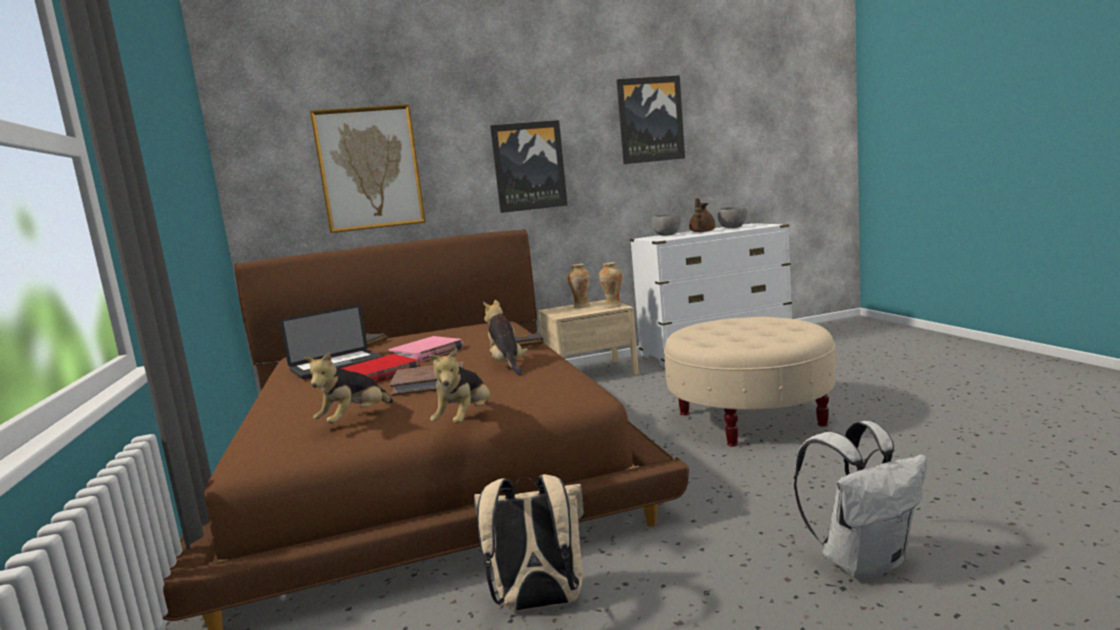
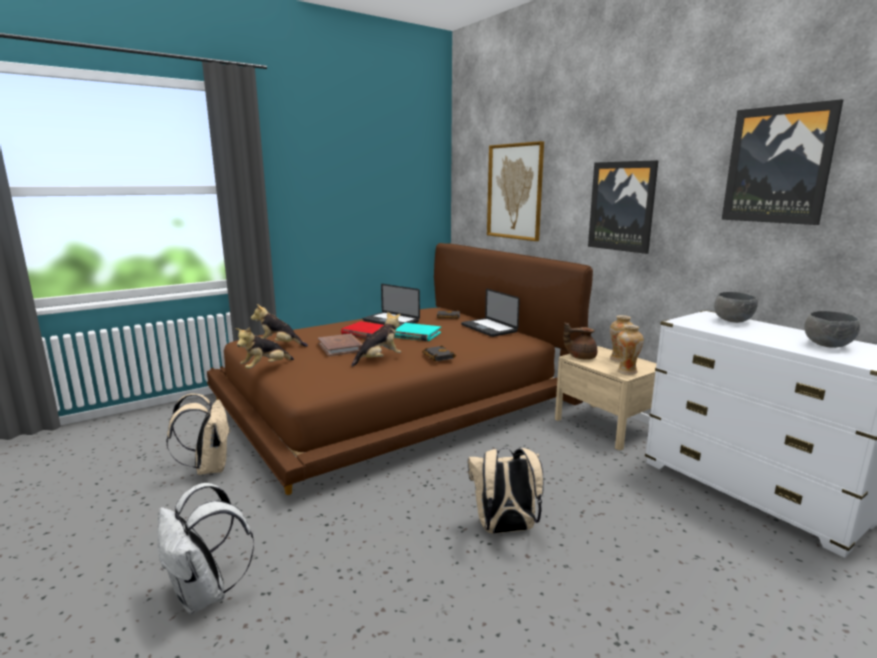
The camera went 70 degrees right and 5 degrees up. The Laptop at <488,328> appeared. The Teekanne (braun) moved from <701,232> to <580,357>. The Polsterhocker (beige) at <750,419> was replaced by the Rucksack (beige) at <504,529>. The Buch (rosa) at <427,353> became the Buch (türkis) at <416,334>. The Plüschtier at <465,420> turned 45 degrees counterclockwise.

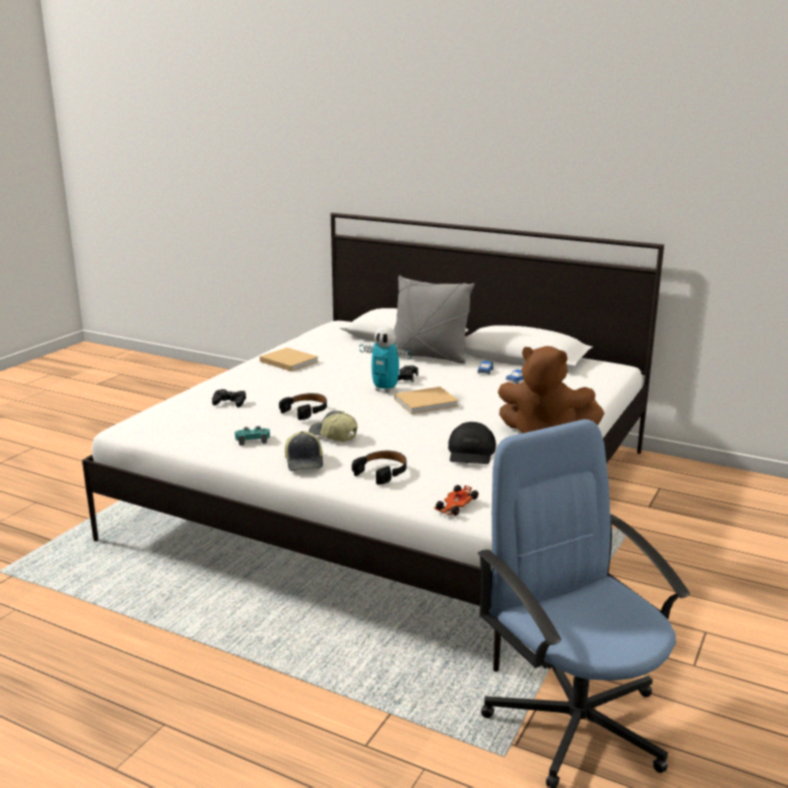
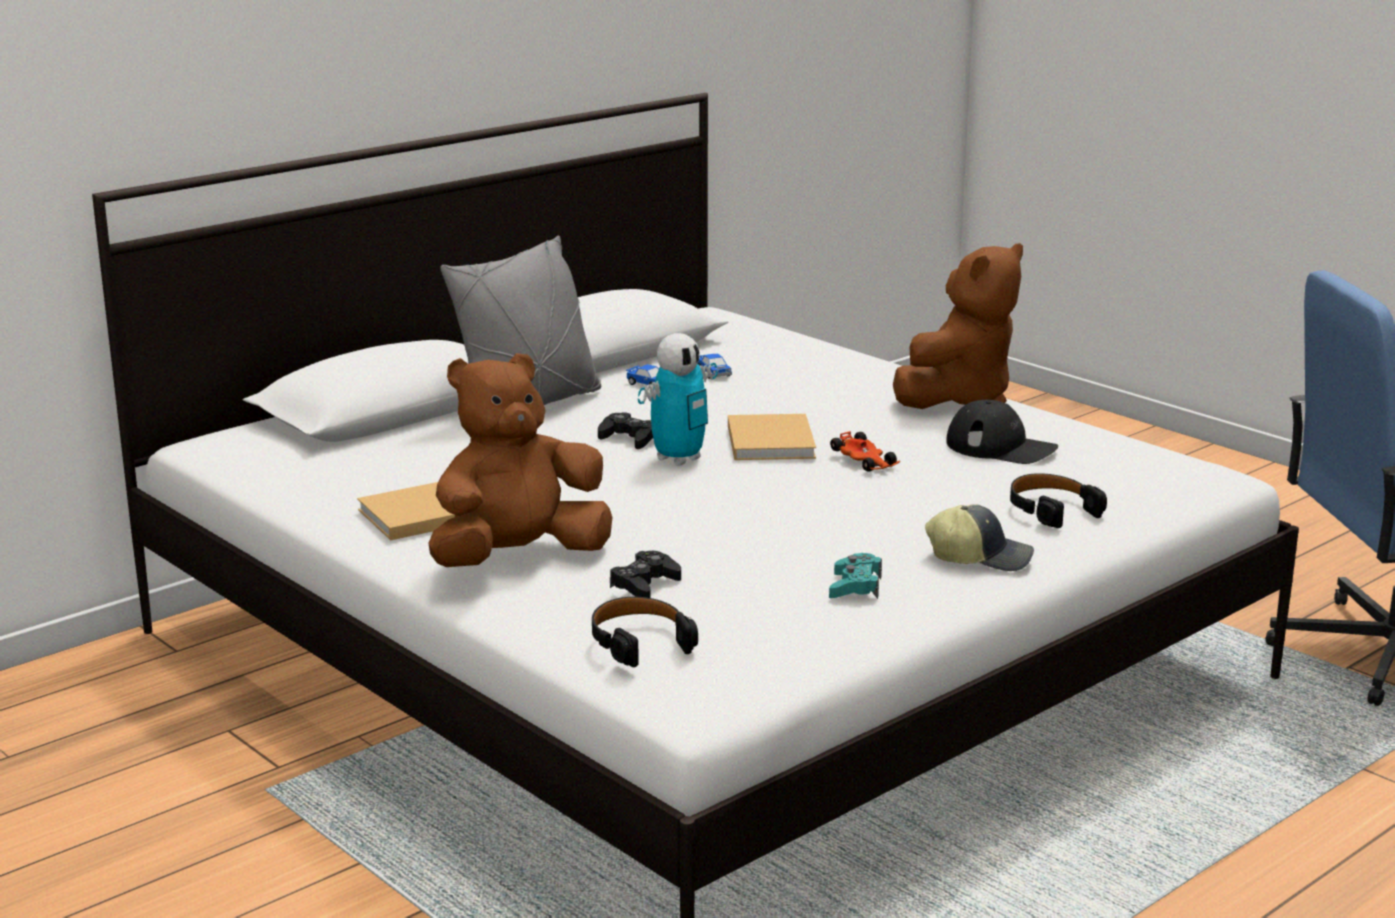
The camera went 70 degrees left and 0 degrees up. The Kappe at <333,436> disappeared. The Plüschtier (braun) at <518,558> appeared. The Kopfhörer (schwarz) moved from <305,411> to <639,641>. The Spielzeugauto moved from <455,506> to <865,461>.

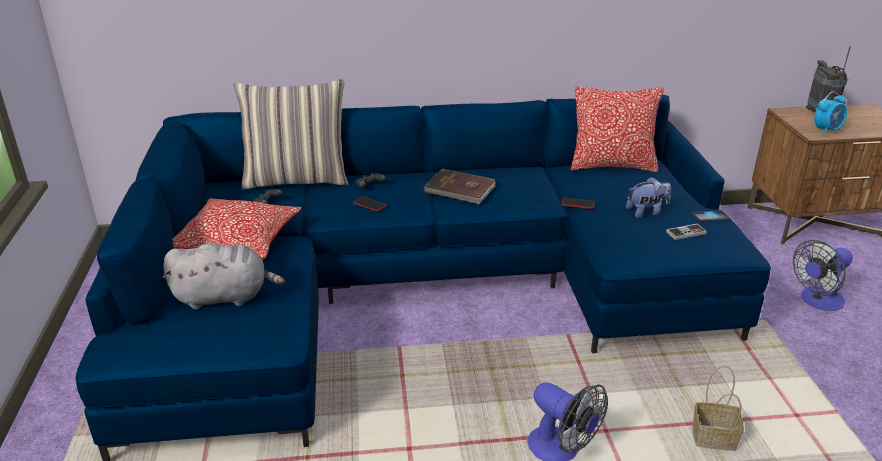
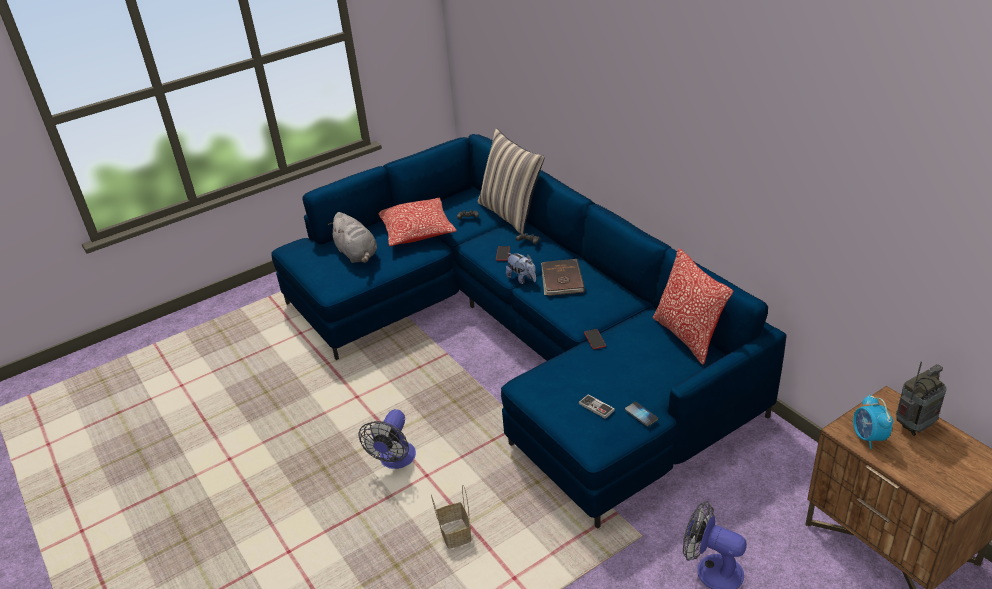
The camera went 65 degrees right and 5 degrees up. The Plüschtier moved from <646,212> to <522,279>. The Wecker at <827,130> turned 45 degrees clockwise.

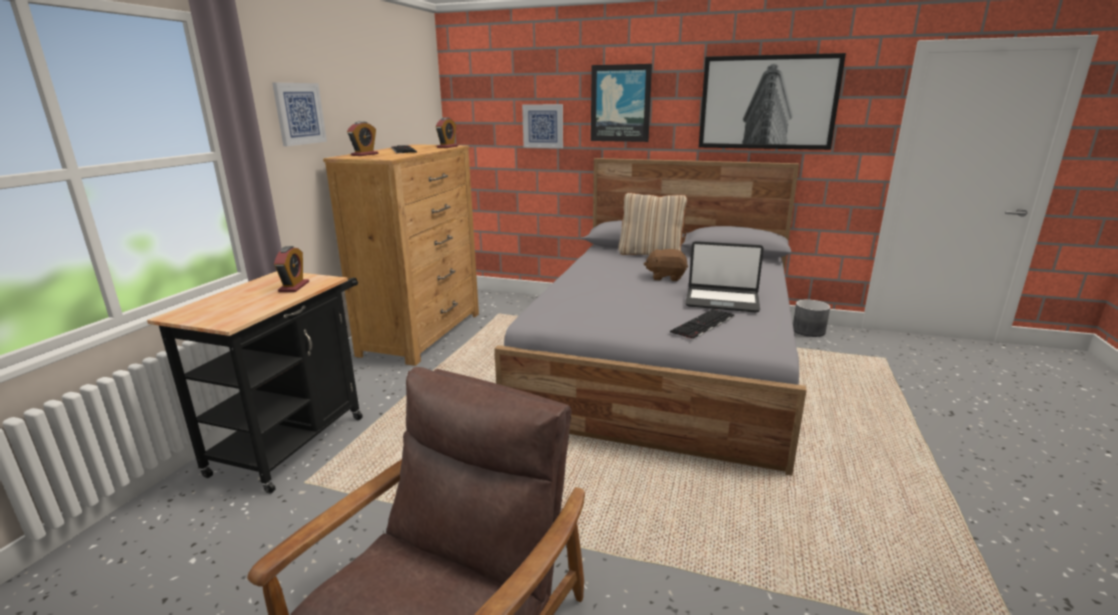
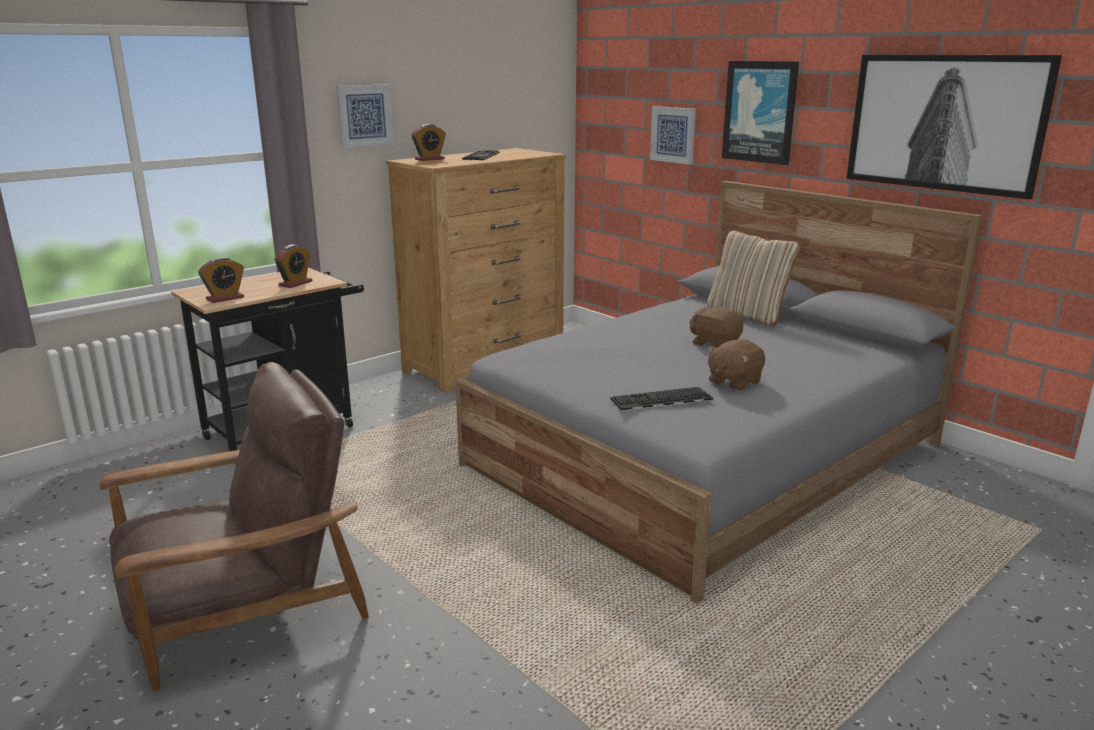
The camera went 30 degrees right and 0 degrees up. The Pflanzkübel (grau) at <808,331> disappeared. The Wecker moved from <447,147> to <225,298>. The Laptop at <722,301> was replaced by the Plüschtier (braun) at <733,382>.

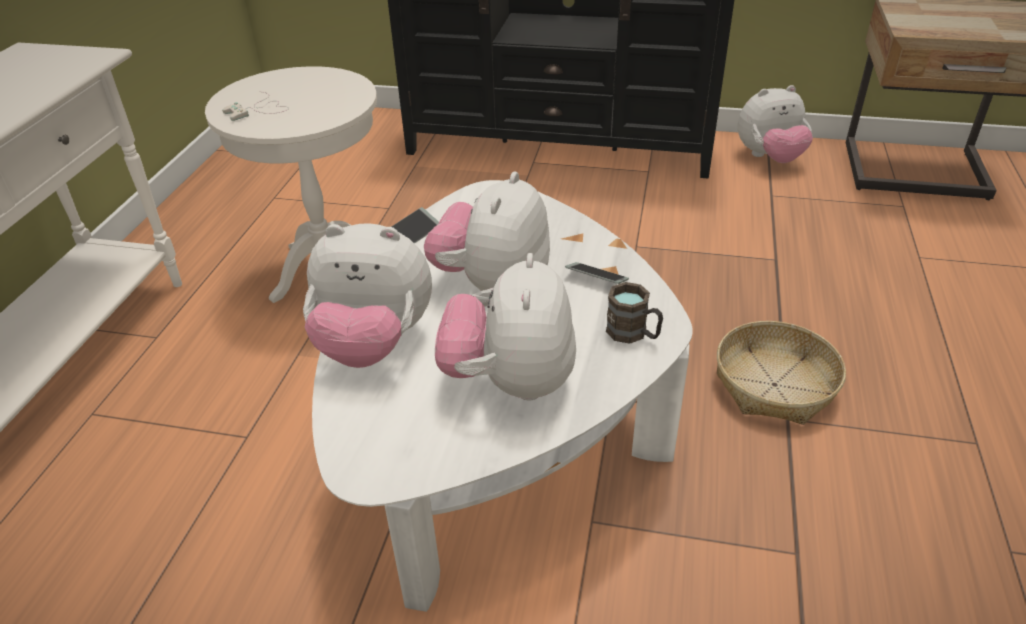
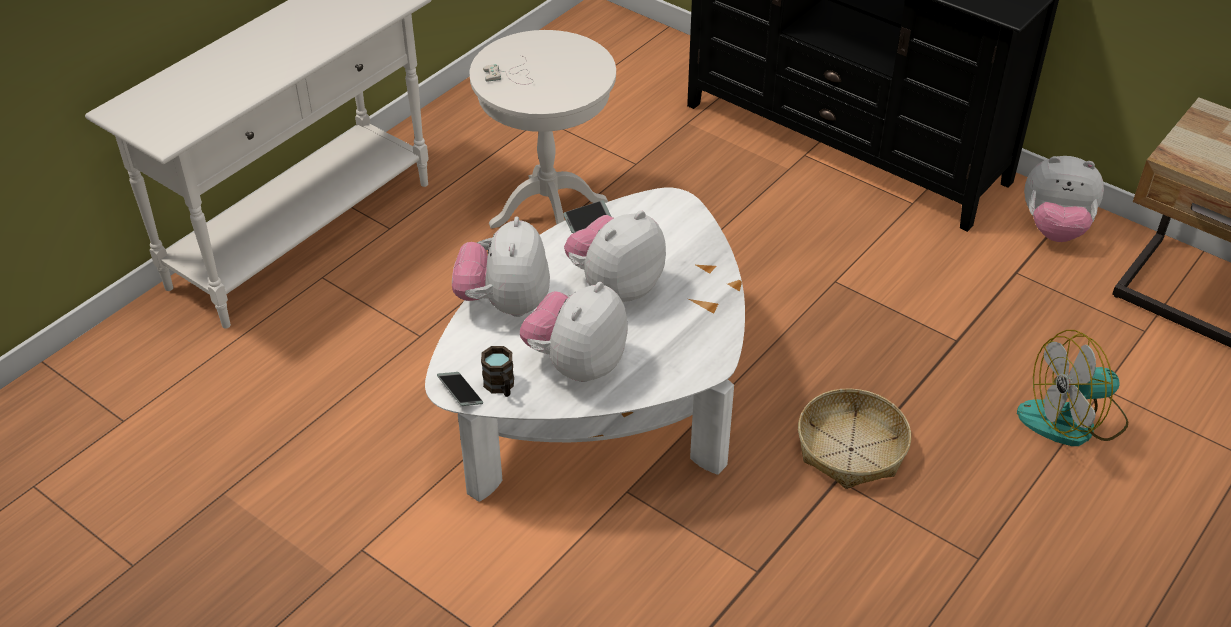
The camera went 25 degrees right and 5 degrees up. The Ventilator at <1073,420> appeared. The Handy moved from <596,278> to <460,393>. The Henkelbecher (braun) moved from <633,334> to <501,387>. The Plüschtier at <374,344> turned 60 degrees clockwise.

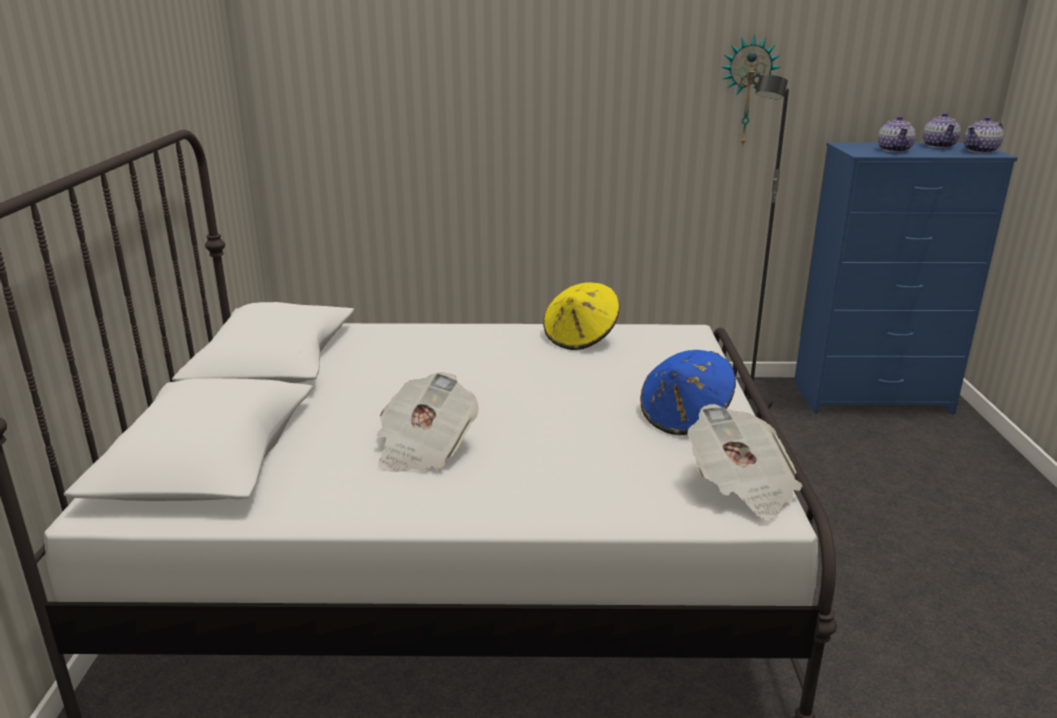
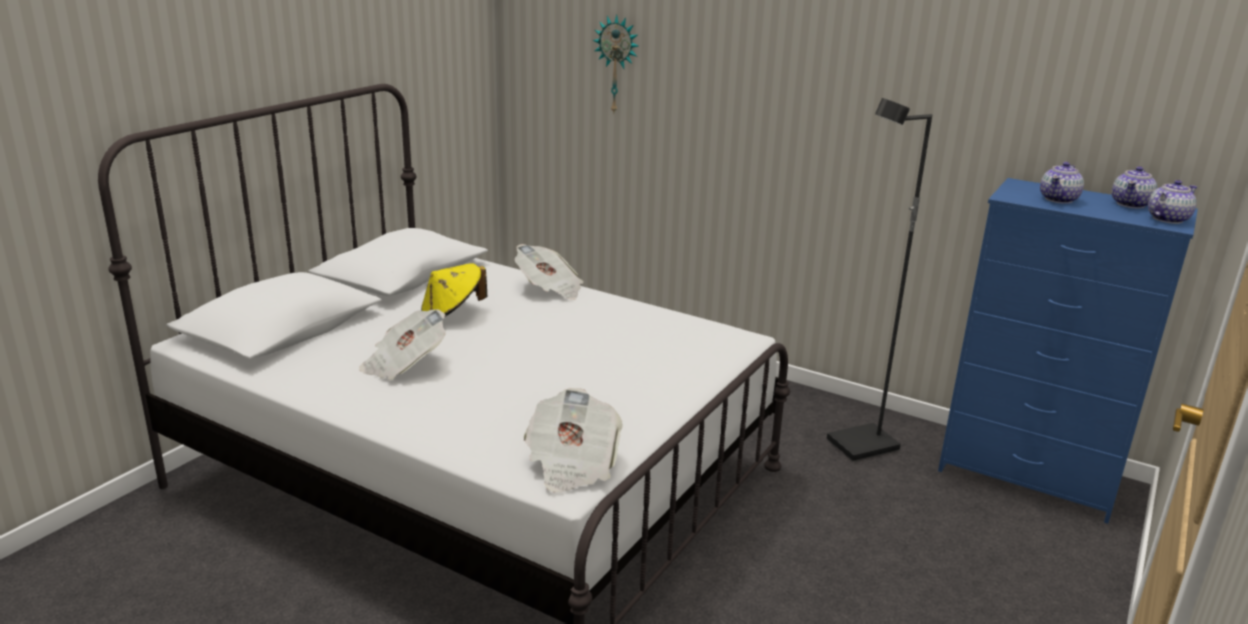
The camera went 30 degrees right and 0 degrees up. The Hut (blau) at <685,418> disappeared. The Zeitung at <550,289> appeared. The Hut (gelb) moved from <580,338> to <452,313>. The Wanduhr moved from <747,91> to <617,64>. The Teekanne at <981,151> turned 150 degrees clockwise.

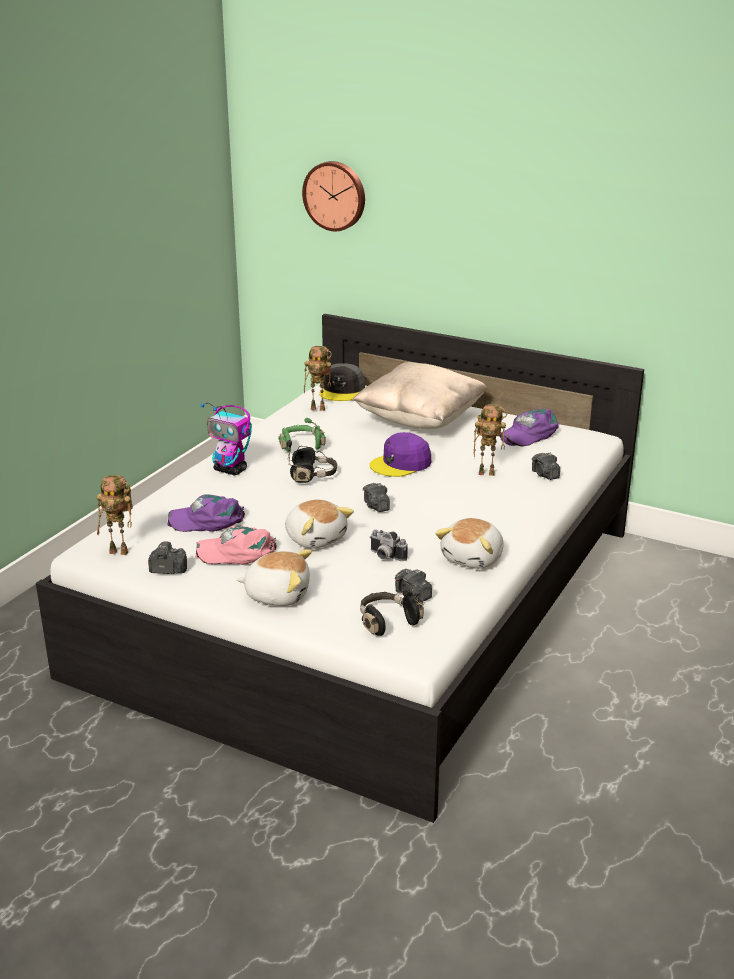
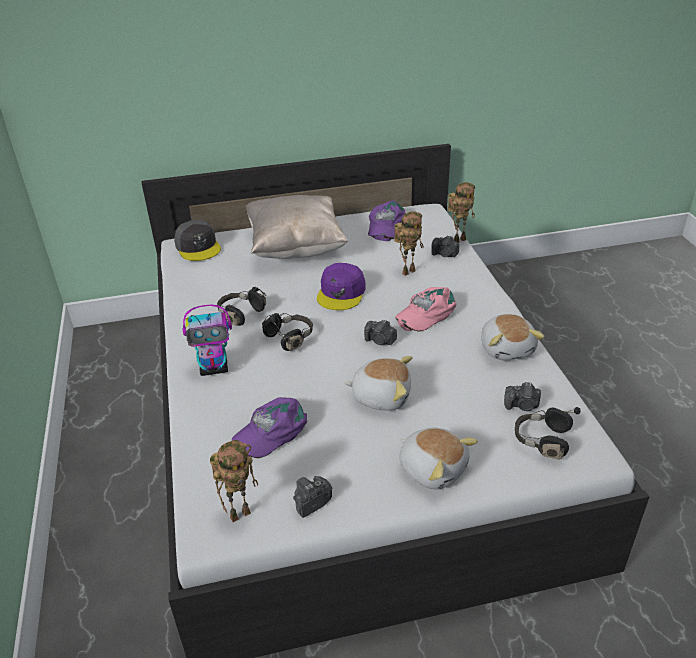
The camera went 40 degrees left and 10 degrees up. The Wanduhr at <335,195> disappeared. The Kamera at <385,556> disappeared. The Kappe (rosa) moved from <237,552> to <425,313>. The Spielzeugroboter moved from <319,408> to <459,239>. The Kopfhörer (grün) at <301,445> became the Kopfhörer (schwarz) at <240,314>. The Plüschtier at <277,594> turned 75 degrees clockwise.

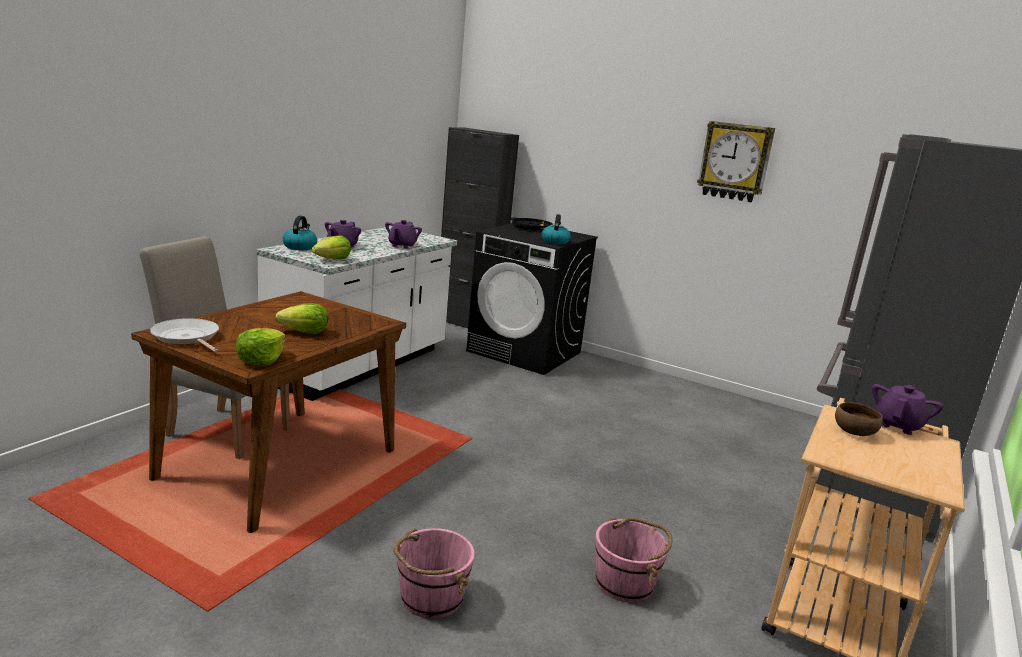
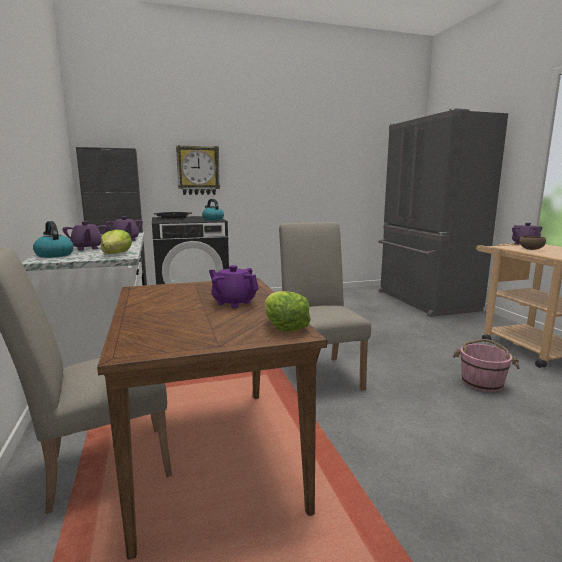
The camera went 45 degrees left and 5 degrees down. The Pfanne at <187,337> disappeared. The Eimer (rosa) at <430,597> disappeared. The Stuhl (beige) at <320,373> appeared. The Wanduhr moved from <735,161> to <198,170>. The Salatkopf at <304,332> was replaced by the Teekanne (lila) at <233,302>.

